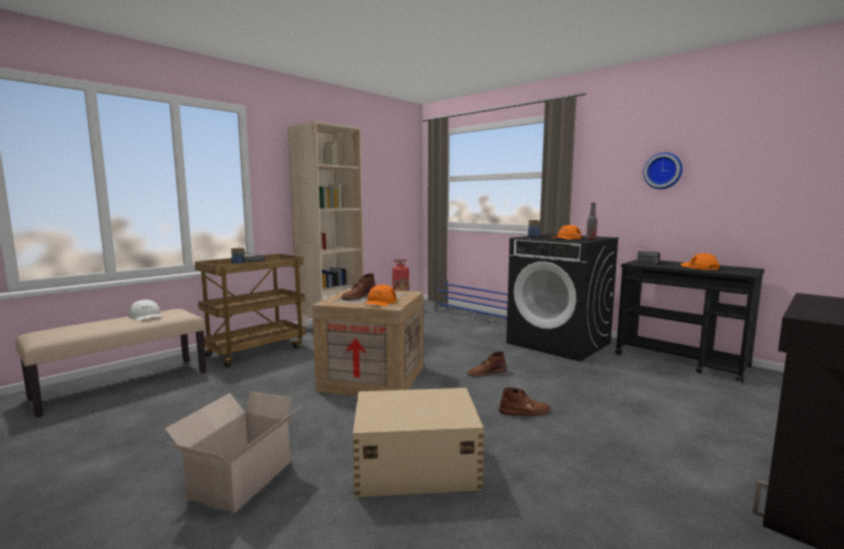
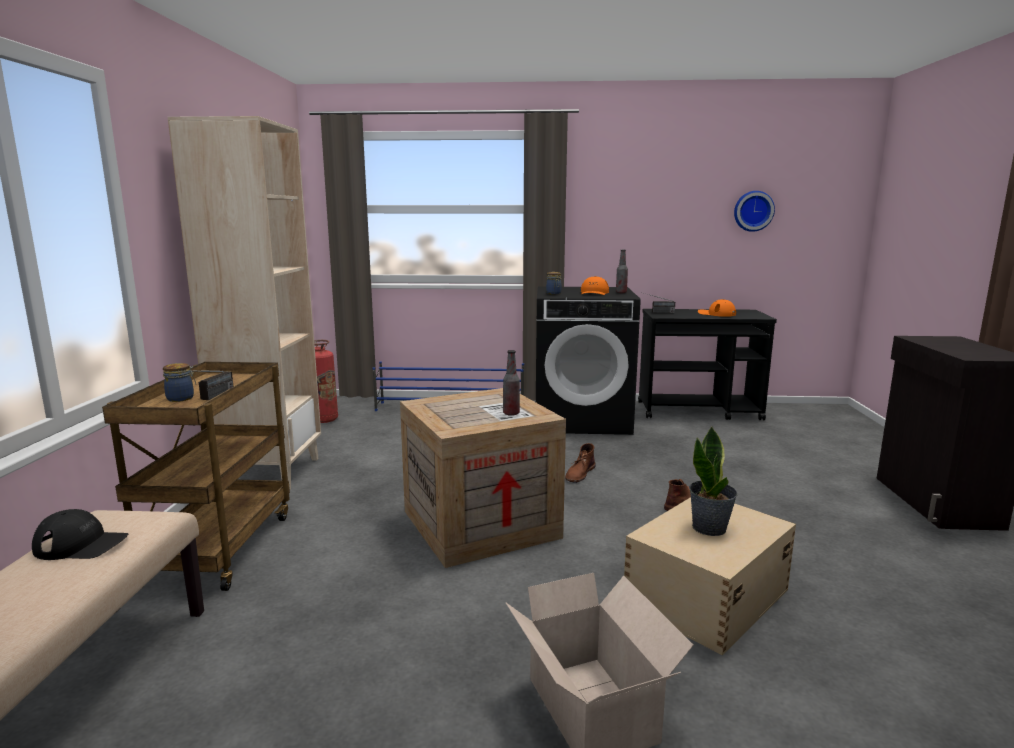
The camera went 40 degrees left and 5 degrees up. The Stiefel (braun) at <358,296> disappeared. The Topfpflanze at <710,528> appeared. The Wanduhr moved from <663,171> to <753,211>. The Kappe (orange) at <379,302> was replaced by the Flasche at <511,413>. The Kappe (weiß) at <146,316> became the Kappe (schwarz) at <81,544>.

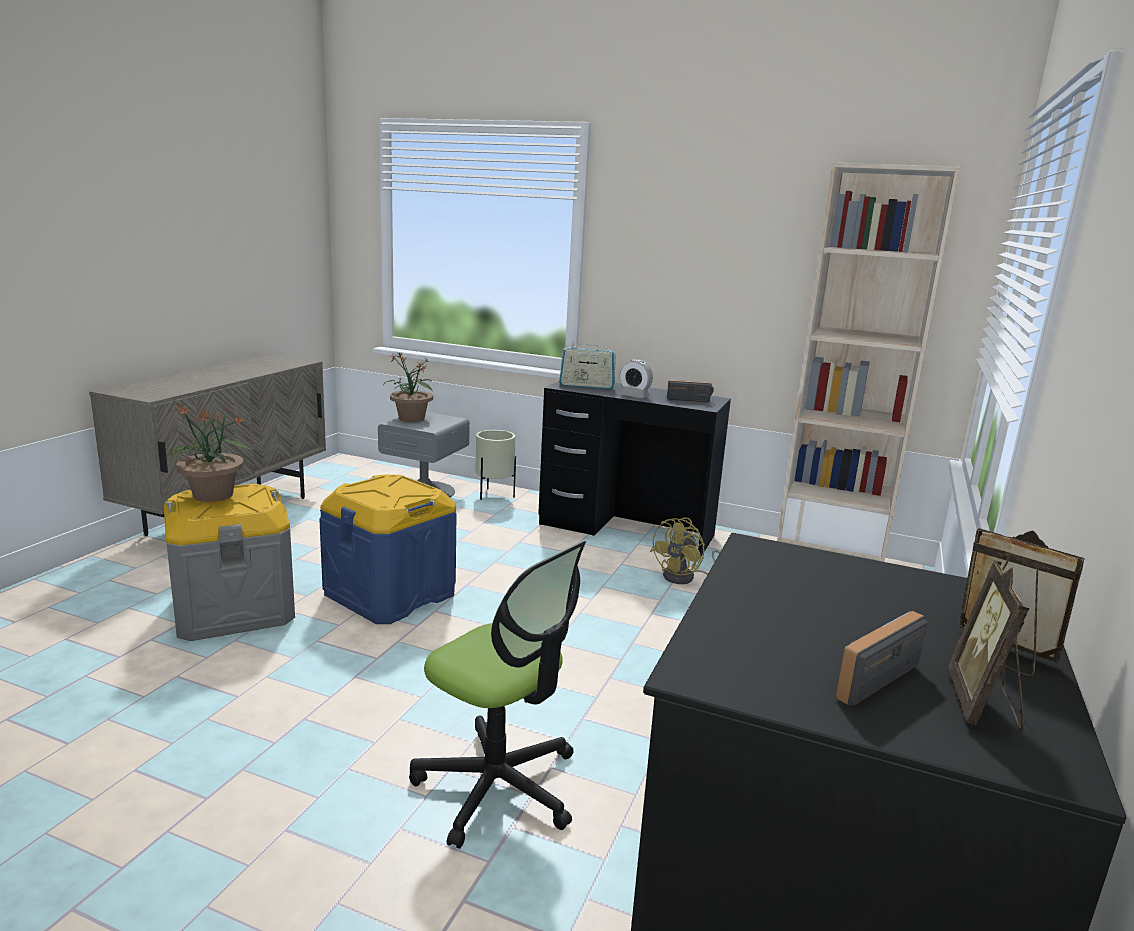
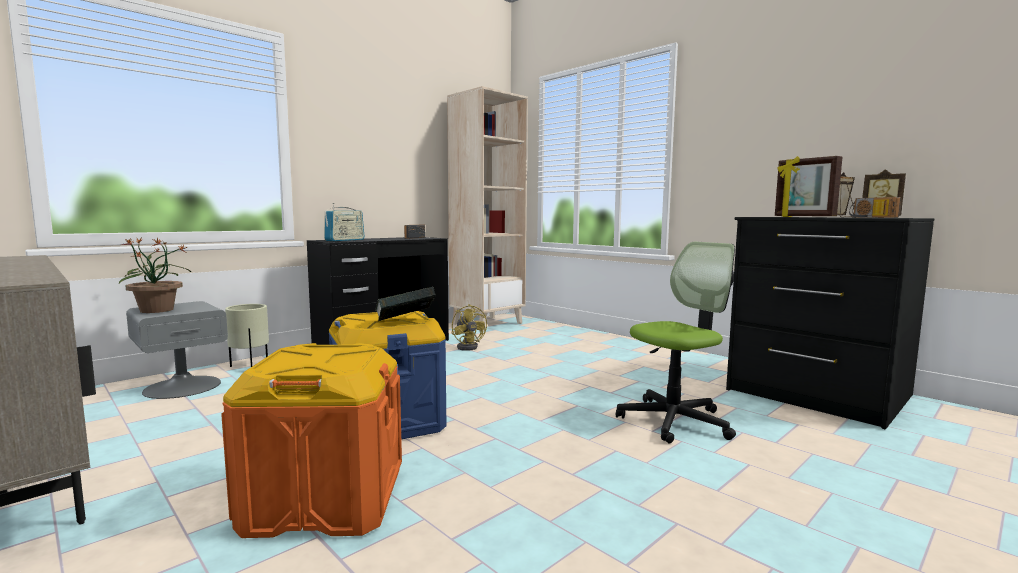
The camera went 65 degrees left and 10 degrees down. The Topfpflanze at <213,496> disappeared. The Wecker at <634,396> disappeared. The Buch at <405,322> appeared. The Bilderrahmen at <803,217> appeared. The Aufbewahrungsbox (grau) at <233,609> became the Aufbewahrungsbox (orange) at <324,499>.

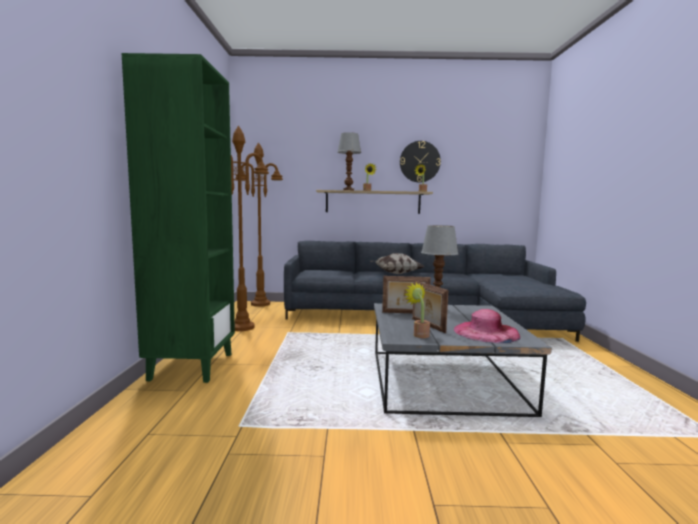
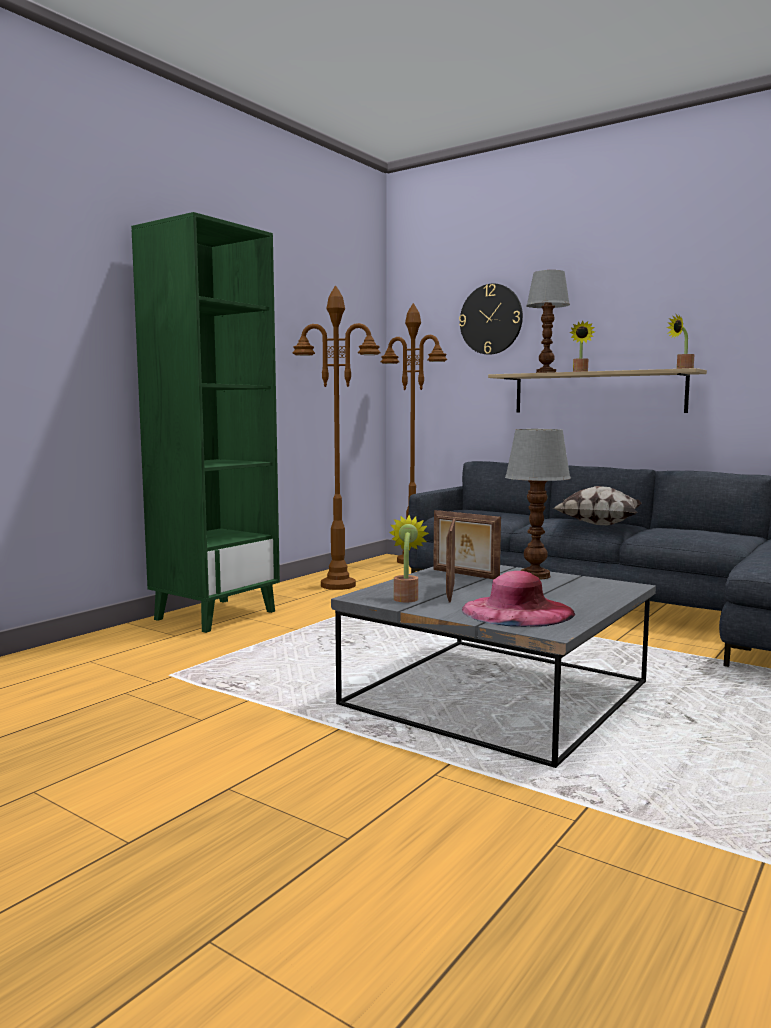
The camera went 35 degrees right and 0 degrees up. The Wanduhr moved from <419,161> to <491,319>.

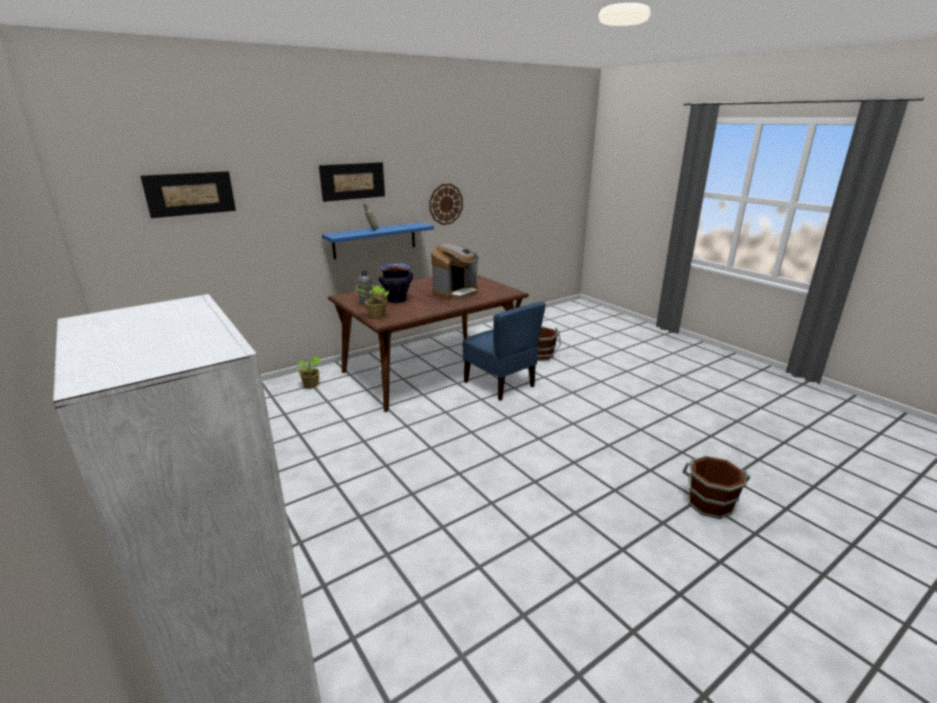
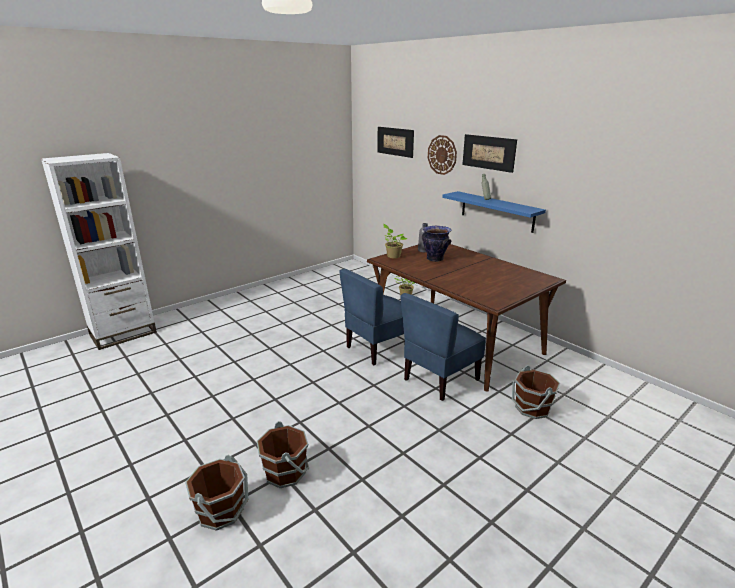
The camera went 85 degrees right and 0 degrees up. The Kaffeemaschine at <456,293> disappeared. The Eimer (braun) at <286,472> appeared. The Stuhl (blau) at <379,348> appeared. The Wanduhr moved from <445,204> to <442,155>.

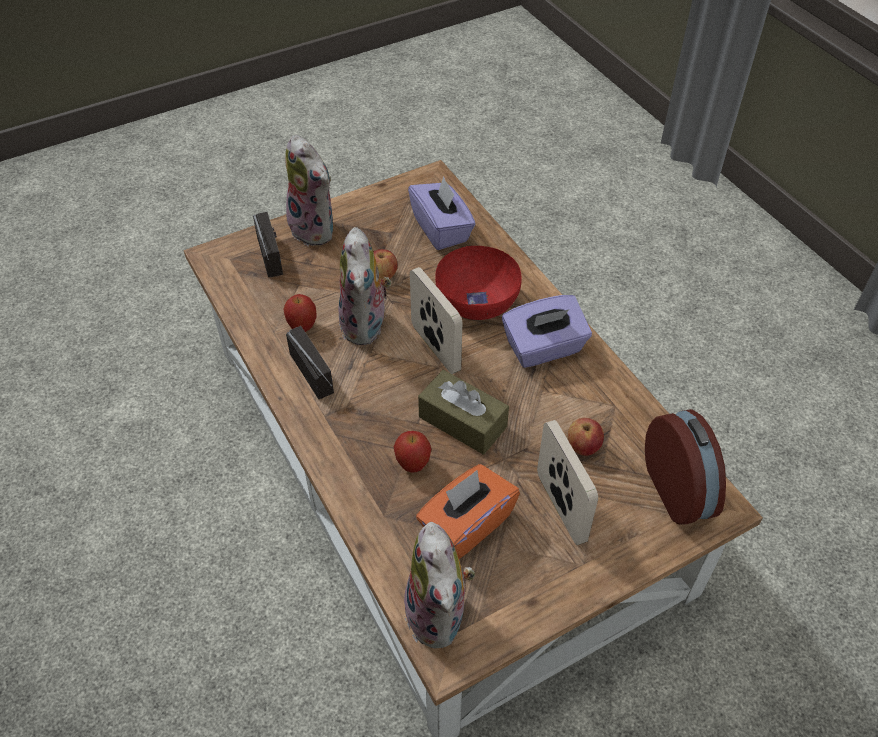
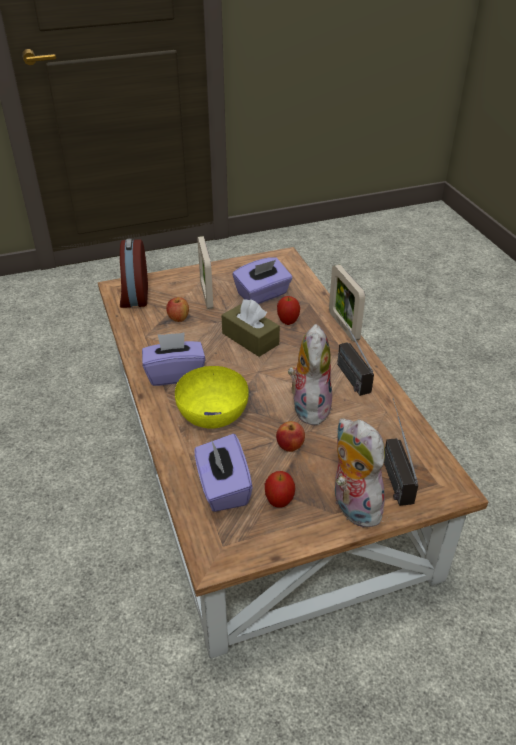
The camera went 170 degrees left and 10 degrees down. The Plüschtier at <440,616> disappeared. The Apfel moved from <302,327> to <279,502>. The Bilderrahmen moved from <435,348> to <343,326>. The Taschentuchbox (orange) at <466,525> became the Taschentuchbox (lila) at <262,295>. The Schüssel (rot) at <476,302> became the Schüssel (gelb) at <214,413>.

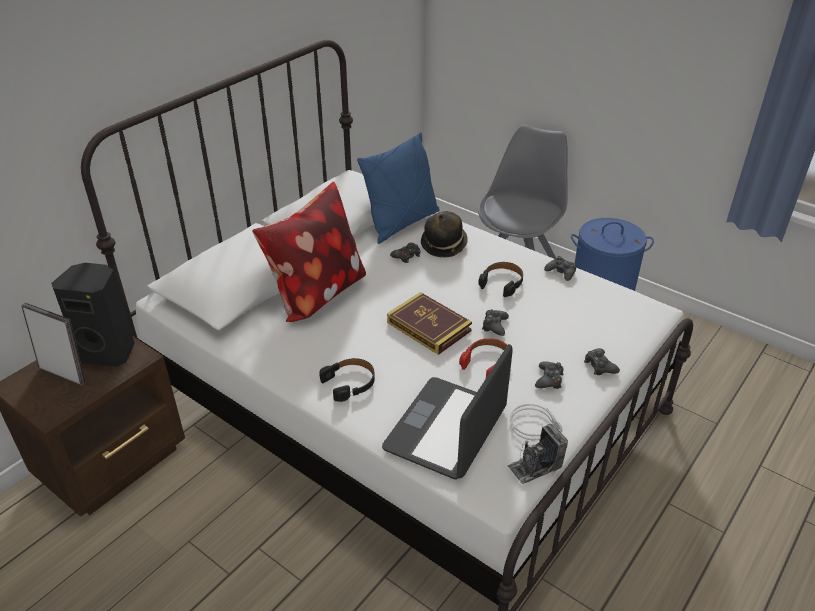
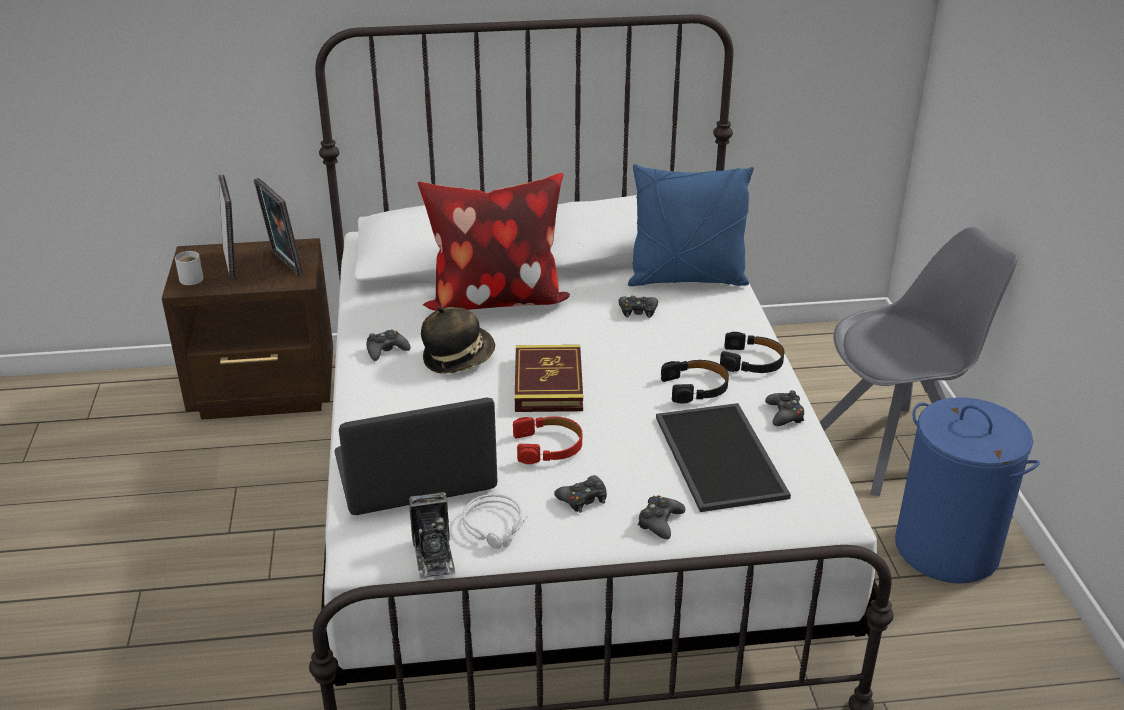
The camera went 45 degrees right and 5 degrees down. The Henkelbecher (weiß) at <193,278> appeared. The Tablett at <723,457> appeared. The Kopfhörer (schwarz) moved from <349,383> to <752,362>. The Hut moved from <444,245> to <458,358>. The Gamepad (schwarz) moved from <494,326> to <386,350>. The Lautsprecher (schwarz) at <109,352> was replaced by the Bilderrahmen at <283,264>. The Kamera at <535,466> turned 120 degrees counterclockwise.

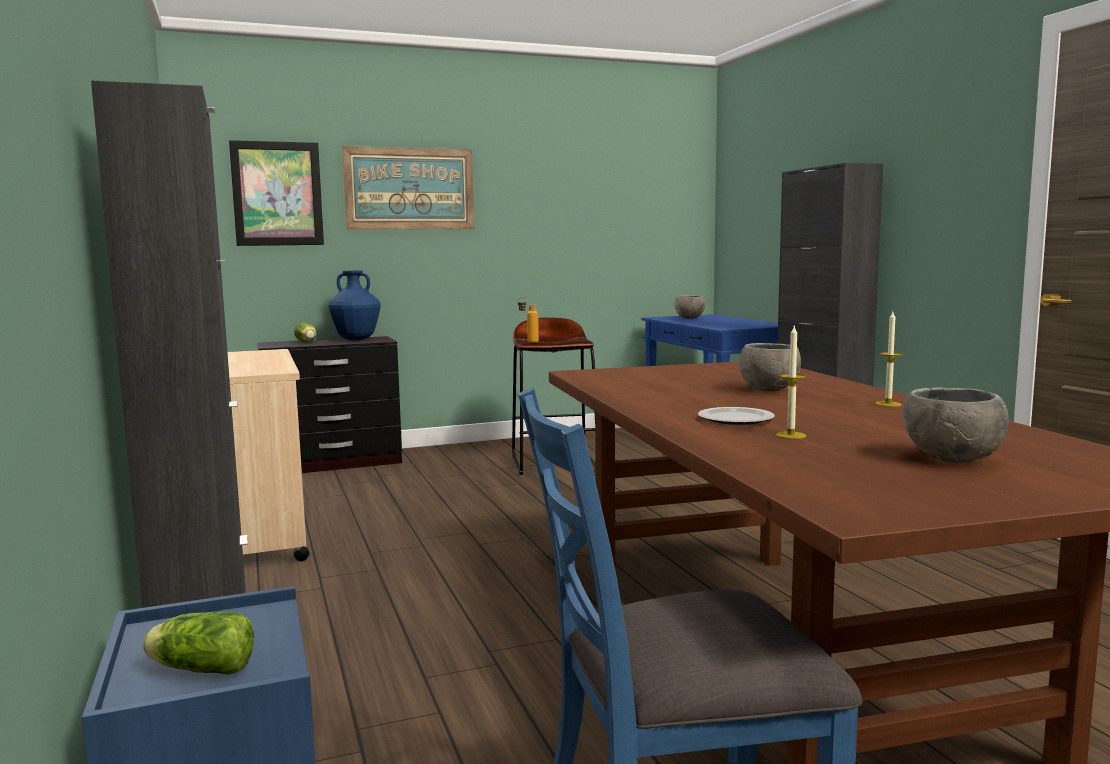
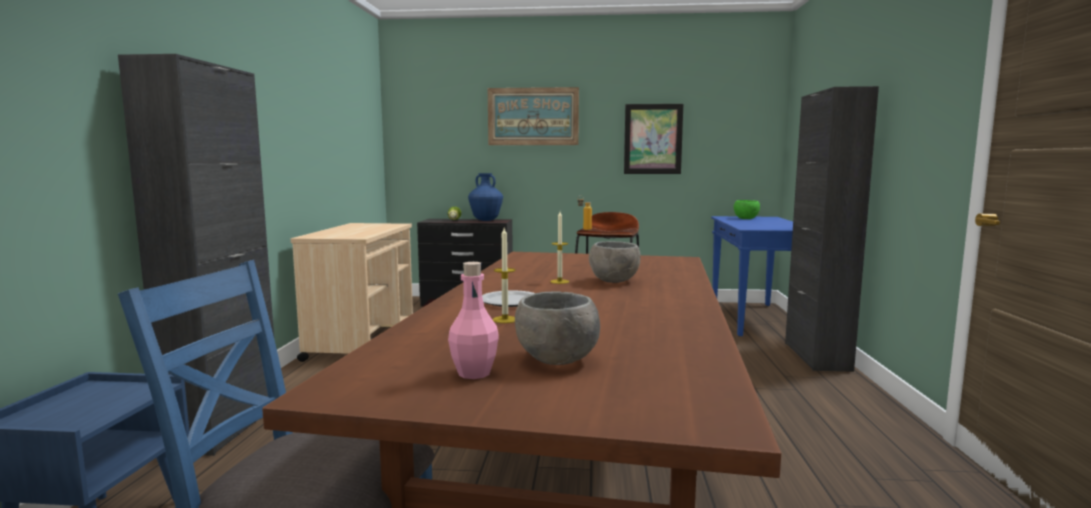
The camera went 25 degrees right and 0 degrees up. The Salatkopf at <199,669> disappeared. The Flasche (rosa) at <474,373> appeared. The Bild moved from <277,194> to <653,139>. The Kerze moved from <888,404> to <559,281>. The Schüssel (grau) at <689,318> became the Schüssel (grün) at <746,219>.

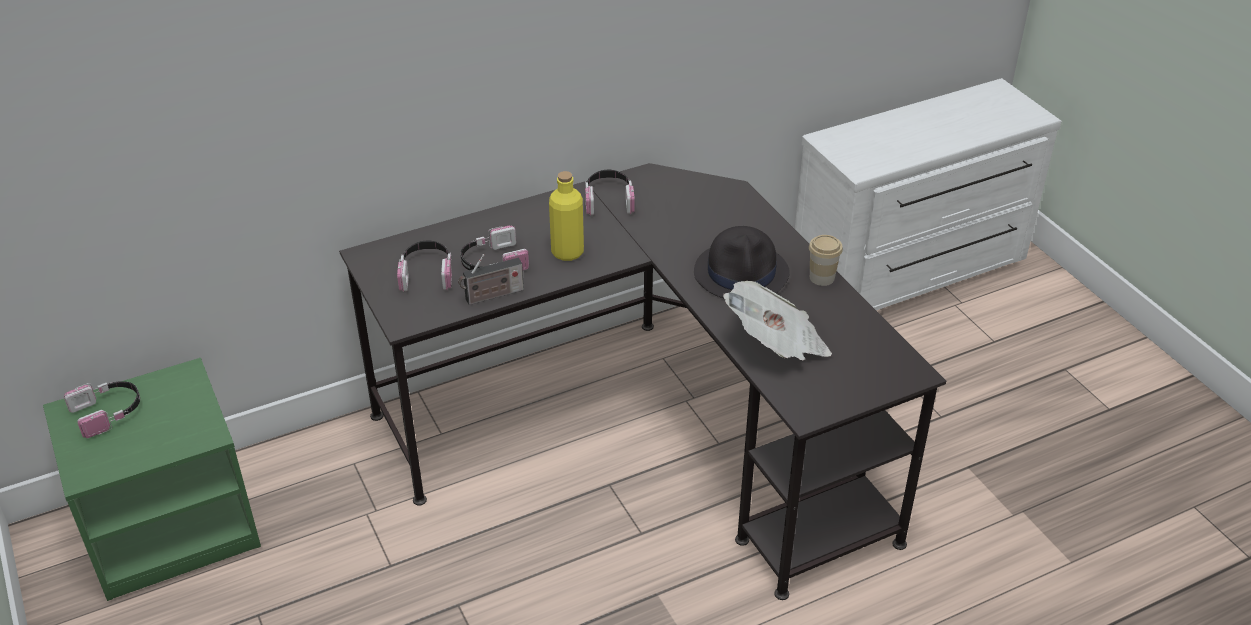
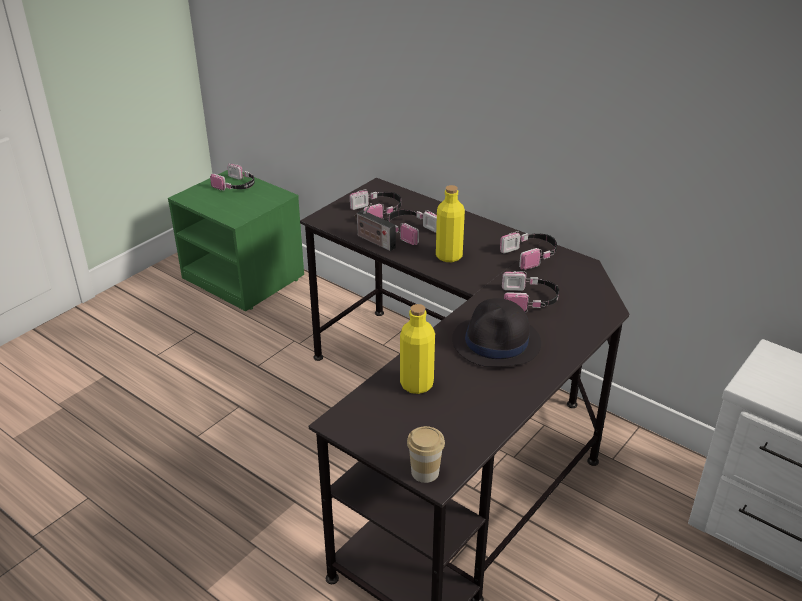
The camera went 65 degrees right and 5 degrees down. The Kopfhörer at <529,300> appeared. The Tasse moved from <822,278> to <425,472>. The Zeitung at <776,344> was replaced by the Flasche (gelb) at <416,384>.

